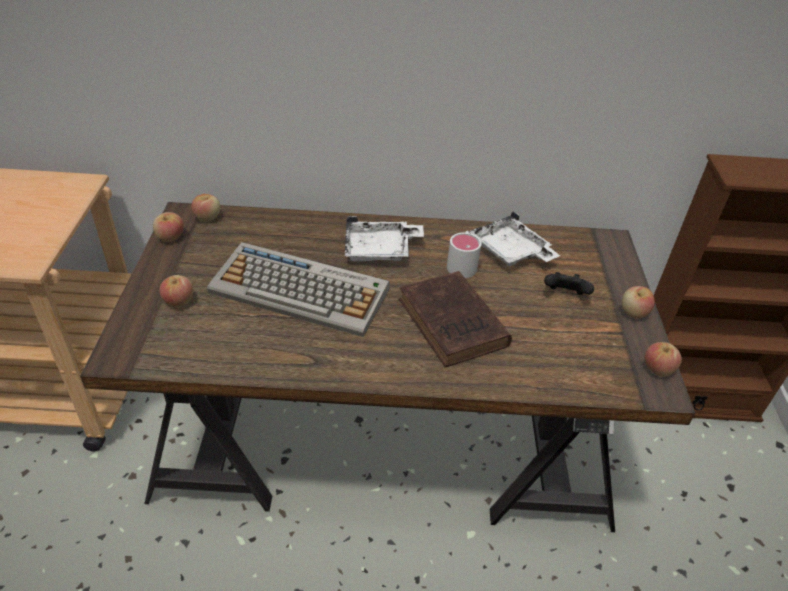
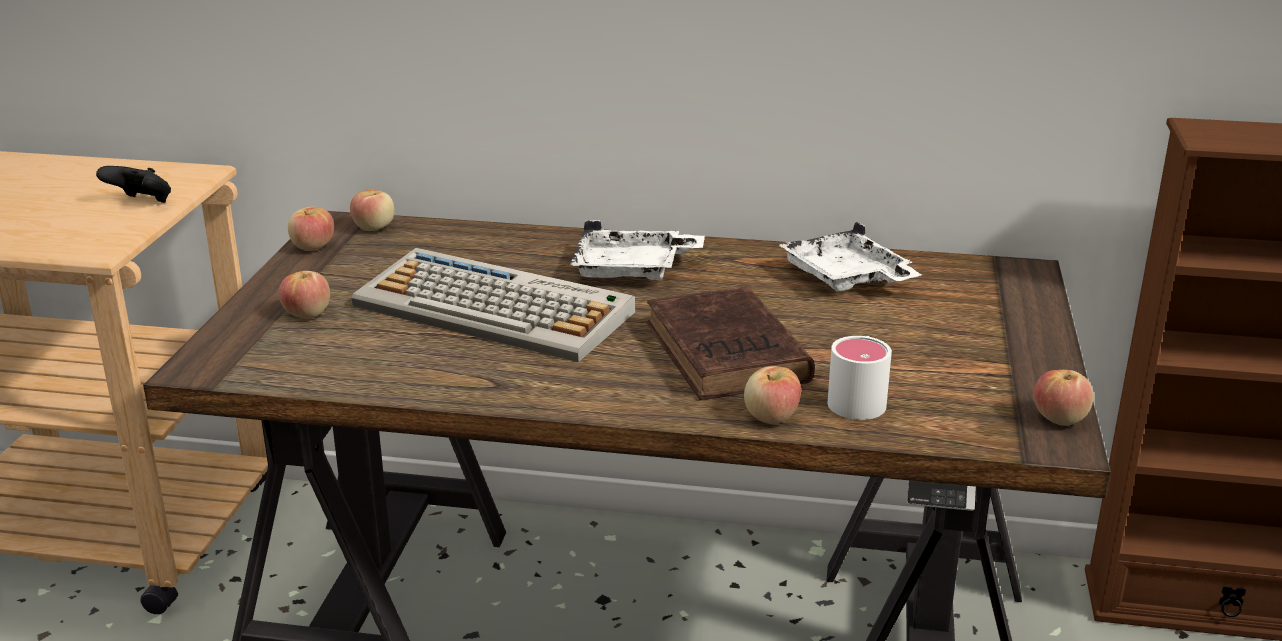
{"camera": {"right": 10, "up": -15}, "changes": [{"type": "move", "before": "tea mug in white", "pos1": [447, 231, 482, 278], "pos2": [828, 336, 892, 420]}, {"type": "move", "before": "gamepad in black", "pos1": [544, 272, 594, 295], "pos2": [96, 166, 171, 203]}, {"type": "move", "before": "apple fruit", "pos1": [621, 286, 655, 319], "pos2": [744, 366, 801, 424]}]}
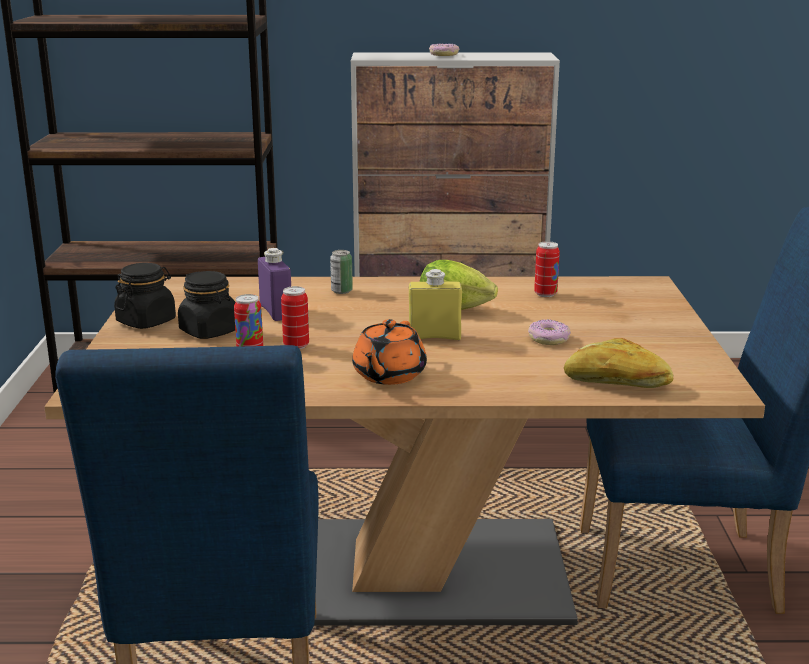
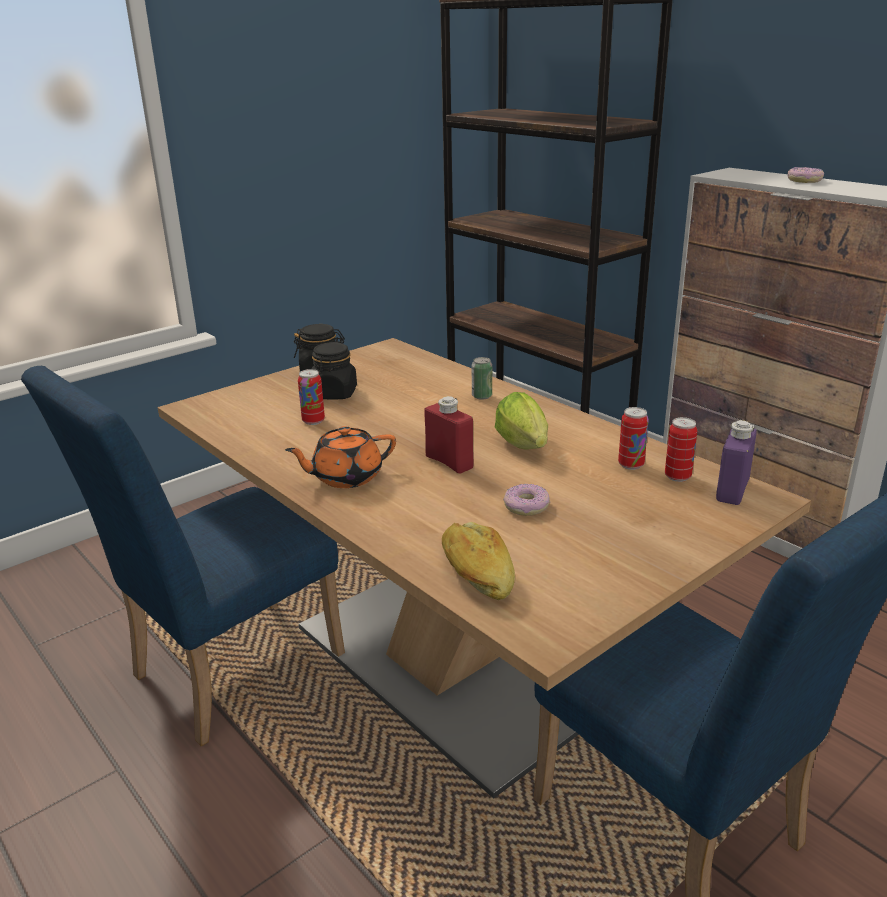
{"camera": {"right": 50, "up": 5}, "changes": [{"type": "move", "before": "bottle in purple-coloured", "pos1": [258, 248, 291, 321], "pos2": [716, 420, 757, 505]}, {"type": "move", "before": "sealed can", "pos1": [281, 286, 309, 349], "pos2": [665, 417, 697, 482]}, {"type": "recolor", "before": "bottle in yellow-coloured", "after": "bottle in reddish", "pos1": [409, 269, 462, 340], "pos2": [424, 396, 473, 474]}]}
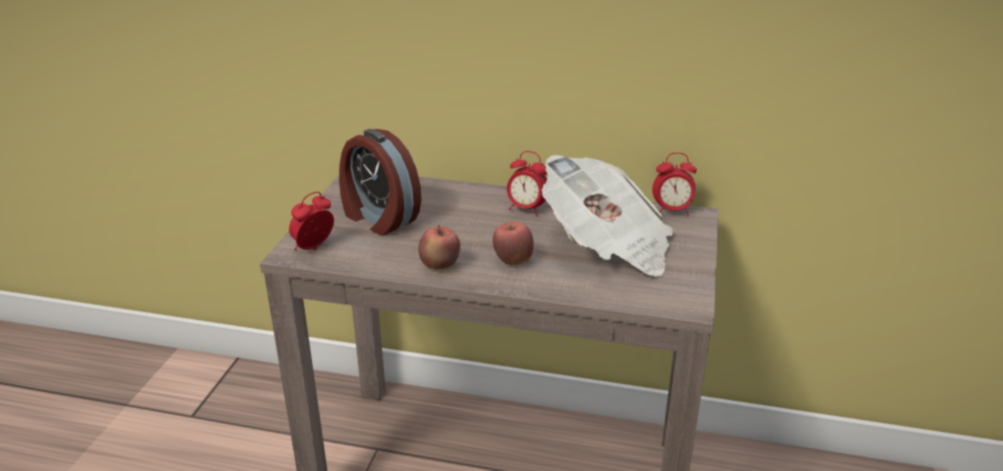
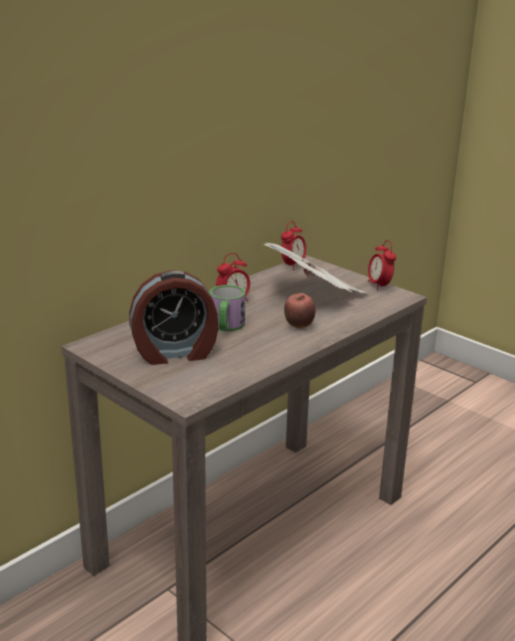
{"camera": {"right": -60, "up": -5}, "changes": [{"type": "delete", "before": "apple fruit", "pos1": [418, 225, 460, 269]}, {"type": "insert", "after": "tea mug", "pos2": [210, 285, 245, 331]}, {"type": "move", "before": "table clock", "pos1": [289, 192, 334, 250], "pos2": [368, 240, 396, 291]}]}
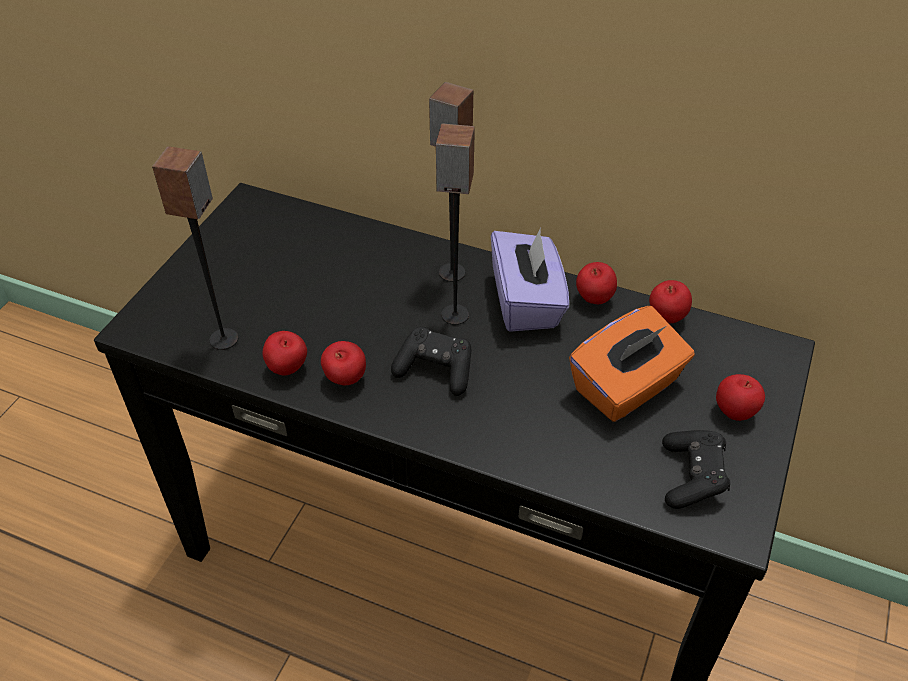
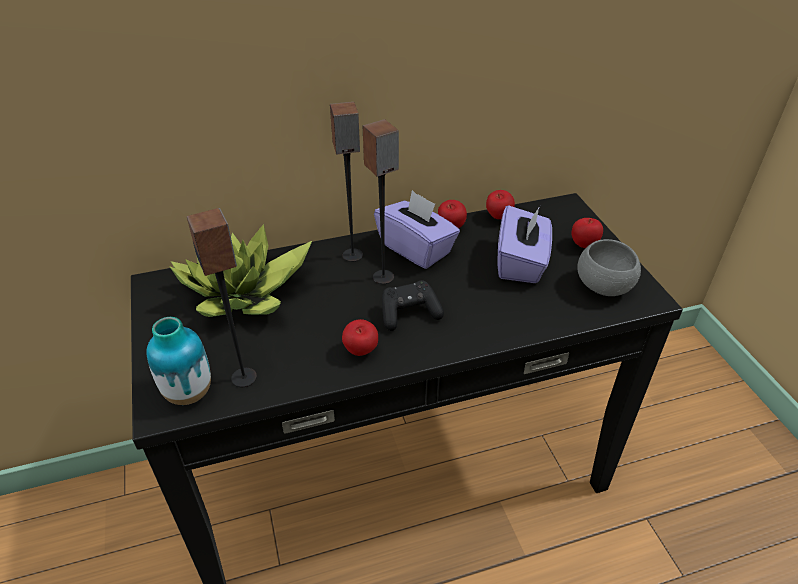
{"camera": {"right": -40, "up": -5}, "changes": [{"type": "delete", "before": "apple fruit", "pos1": [263, 331, 307, 376]}, {"type": "insert", "after": "flower vase", "pos2": [146, 317, 211, 405]}, {"type": "insert", "after": "plant in a pot", "pos2": [169, 224, 312, 317]}, {"type": "replace", "before": "gamepad in black", "after": "deep dish in grey", "pos1": [662, 430, 730, 509], "pos2": [577, 239, 641, 296]}, {"type": "recolor", "before": "tissue holder in orange-coloured", "after": "tissue holder in purple-coloured", "pos1": [569, 306, 695, 422], "pos2": [498, 205, 552, 283]}]}
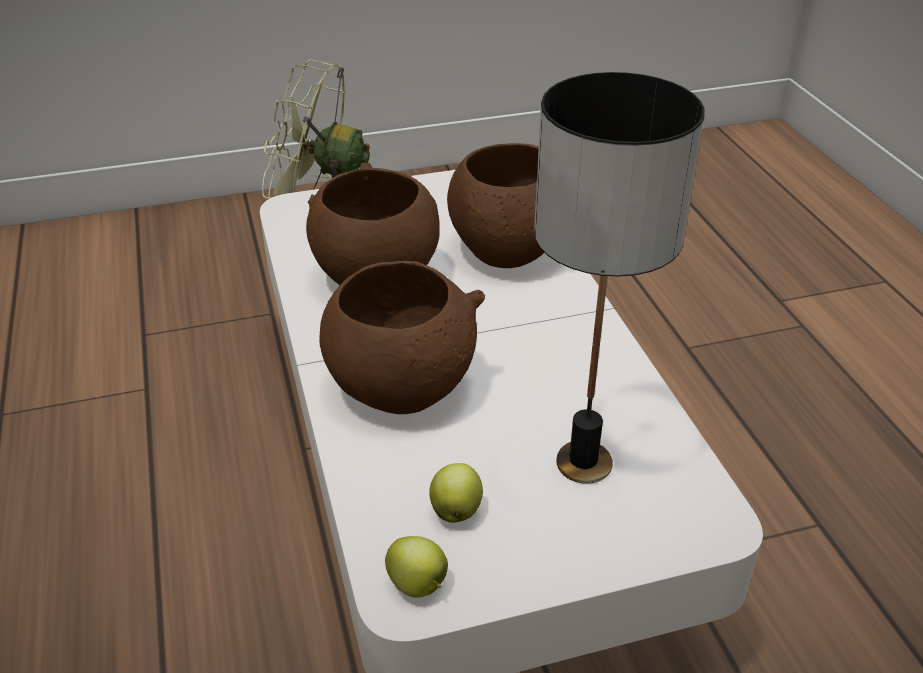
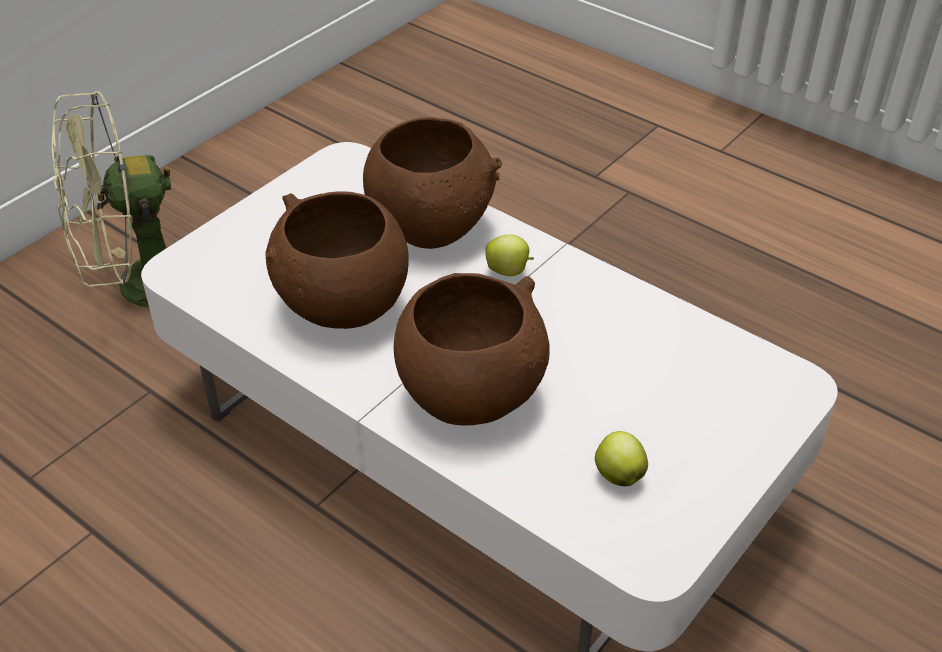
{"camera": {"right": -35, "up": 5}, "changes": [{"type": "delete", "before": "table lamp", "pos1": [534, 72, 705, 484]}, {"type": "move", "before": "apple fruit", "pos1": [385, 536, 448, 598], "pos2": [485, 234, 534, 276]}]}
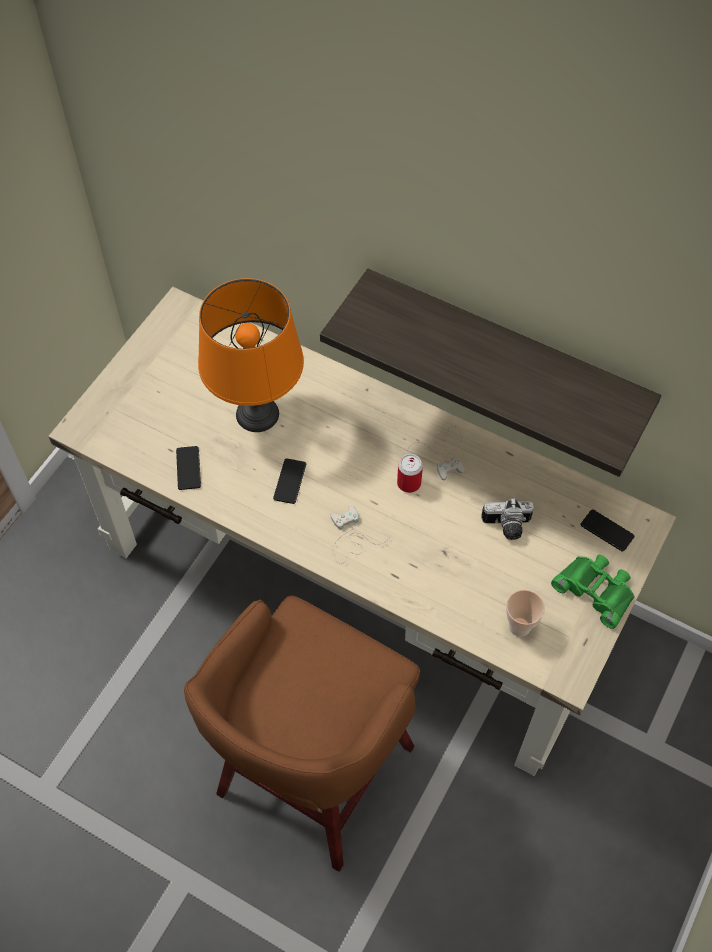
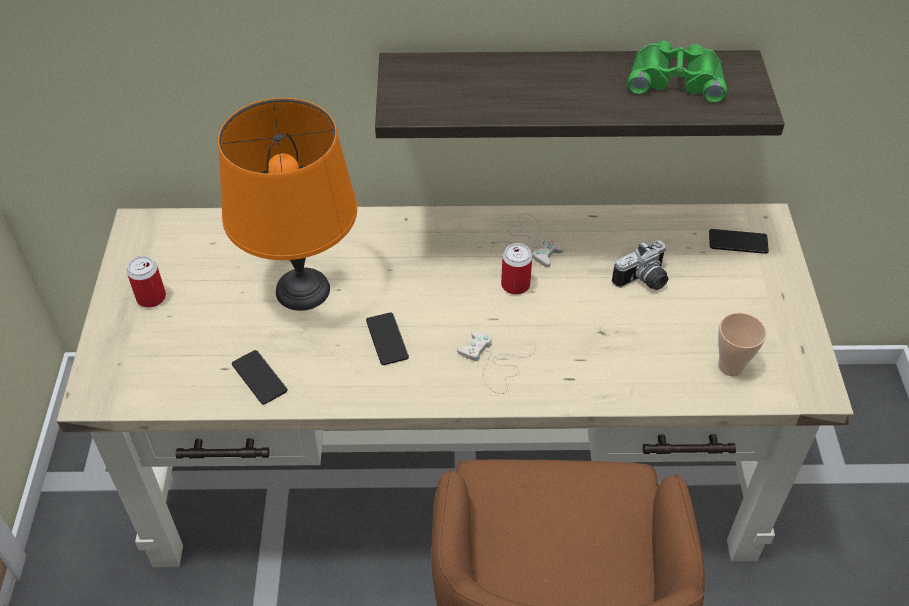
{"camera": {"right": -30, "up": -10}, "changes": [{"type": "insert", "after": "sealed can", "pos2": [127, 256, 166, 308]}, {"type": "move", "before": "field glasses in green", "pos1": [551, 555, 635, 629], "pos2": [627, 41, 727, 103]}]}
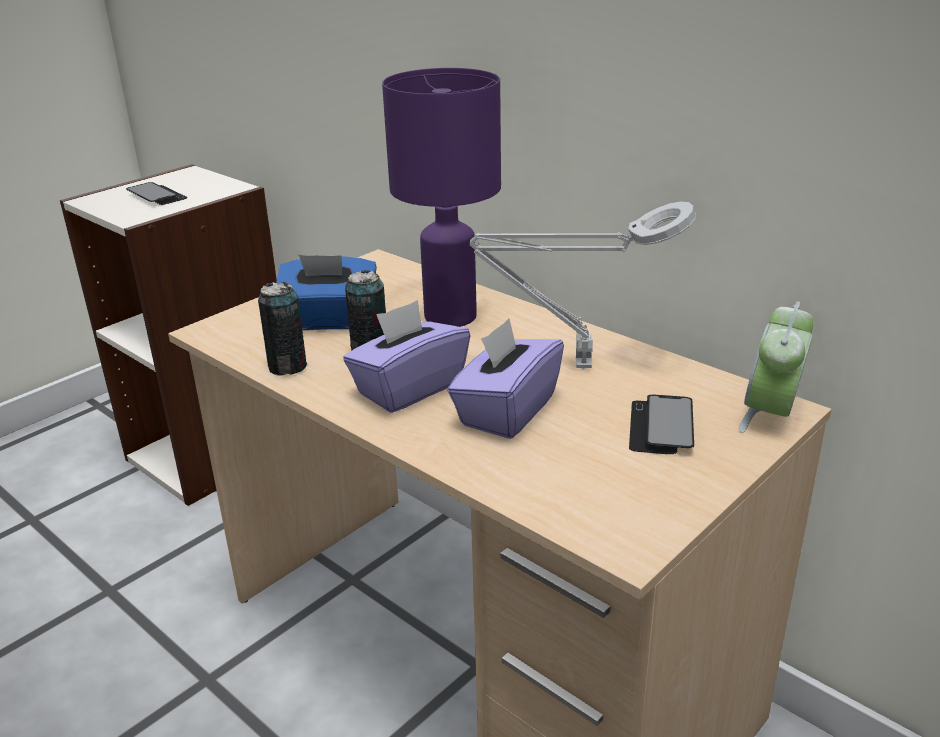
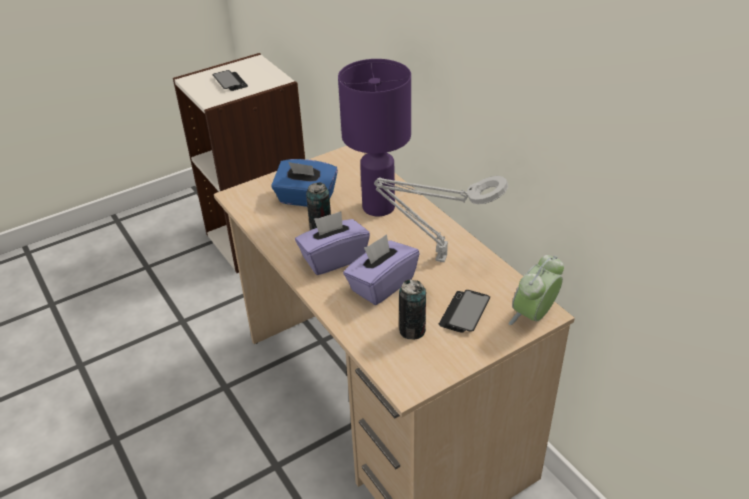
{"camera": {"right": 15, "up": 10}, "changes": [{"type": "move", "before": "sealed can", "pos1": [258, 282, 307, 376], "pos2": [399, 279, 426, 340]}]}
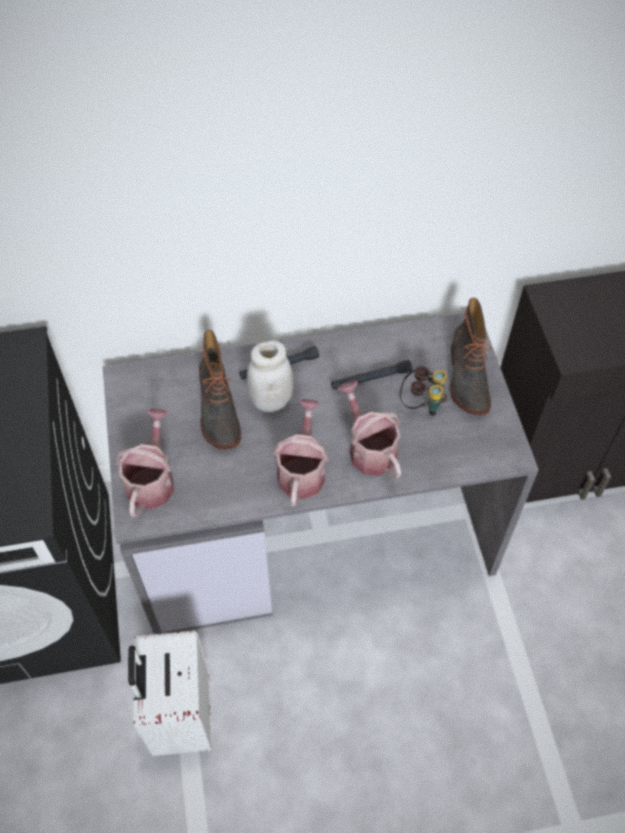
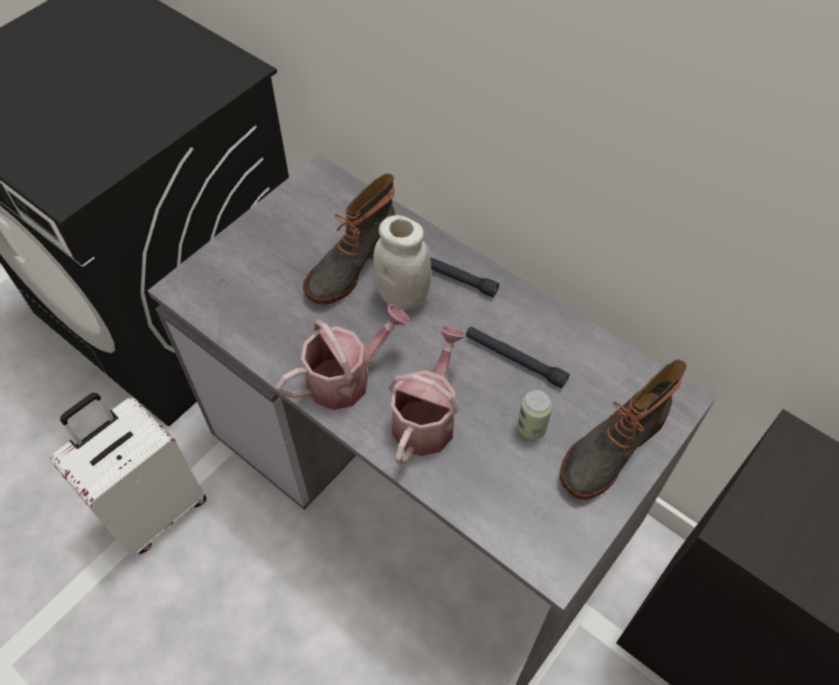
{"camera": {"right": 50, "up": 0}, "changes": [{"type": "delete", "before": "sprinkling can", "pos1": [116, 409, 174, 517]}, {"type": "replace", "before": "field glasses", "after": "sealed can", "pos1": [400, 366, 448, 416], "pos2": [517, 389, 553, 440]}]}
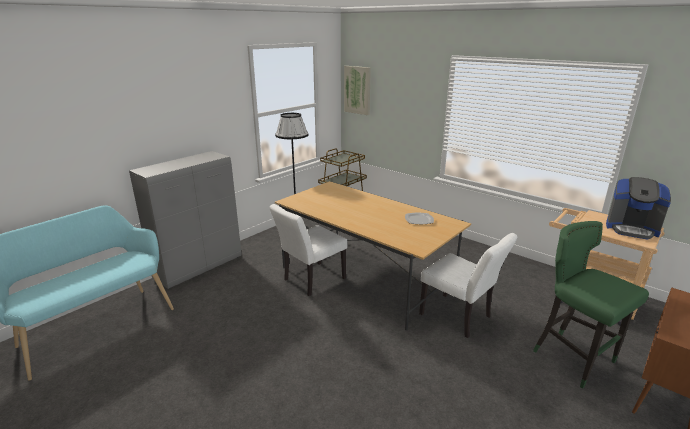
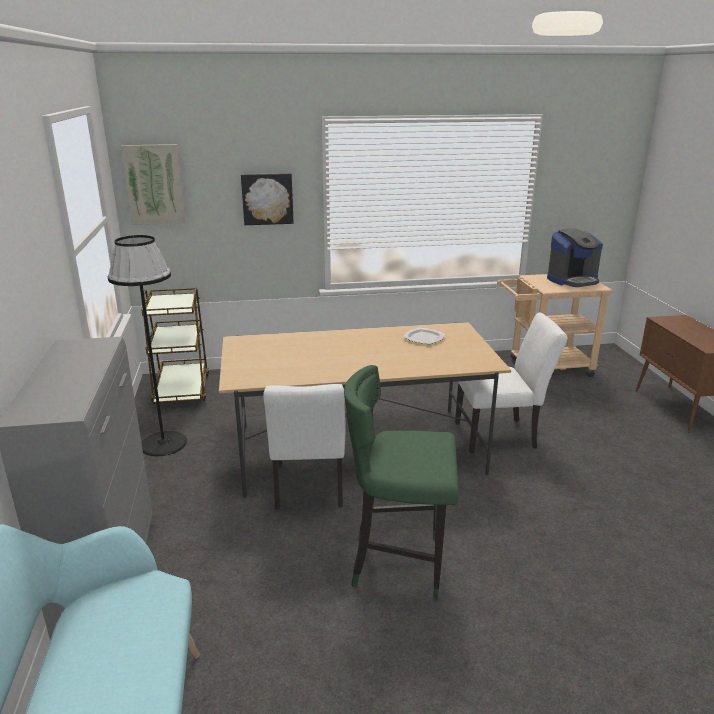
{"camera": {"right": -50, "up": 0}, "changes": [{"type": "insert", "after": "picture", "pos2": [241, 173, 294, 225]}, {"type": "move", "before": "stool in green", "pos1": [533, 221, 649, 389], "pos2": [344, 365, 459, 601]}]}
